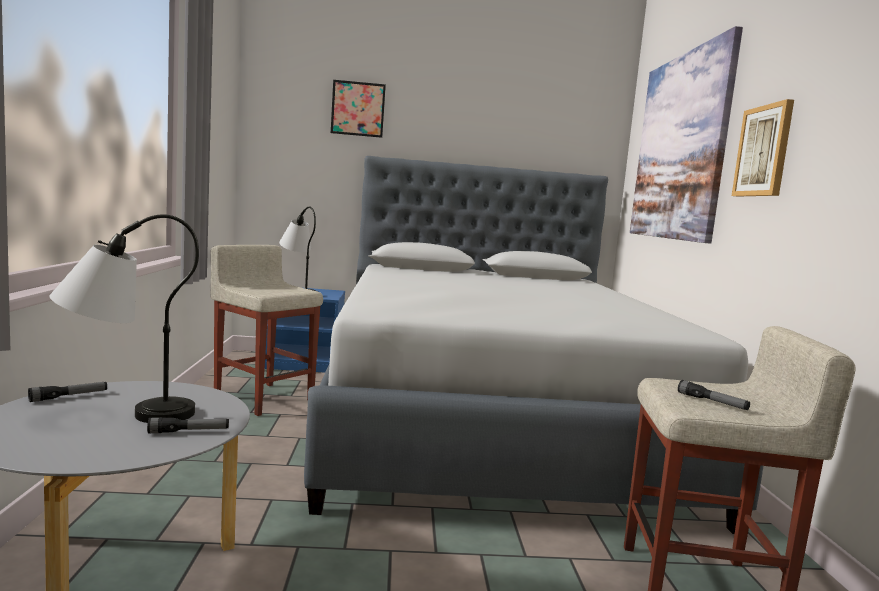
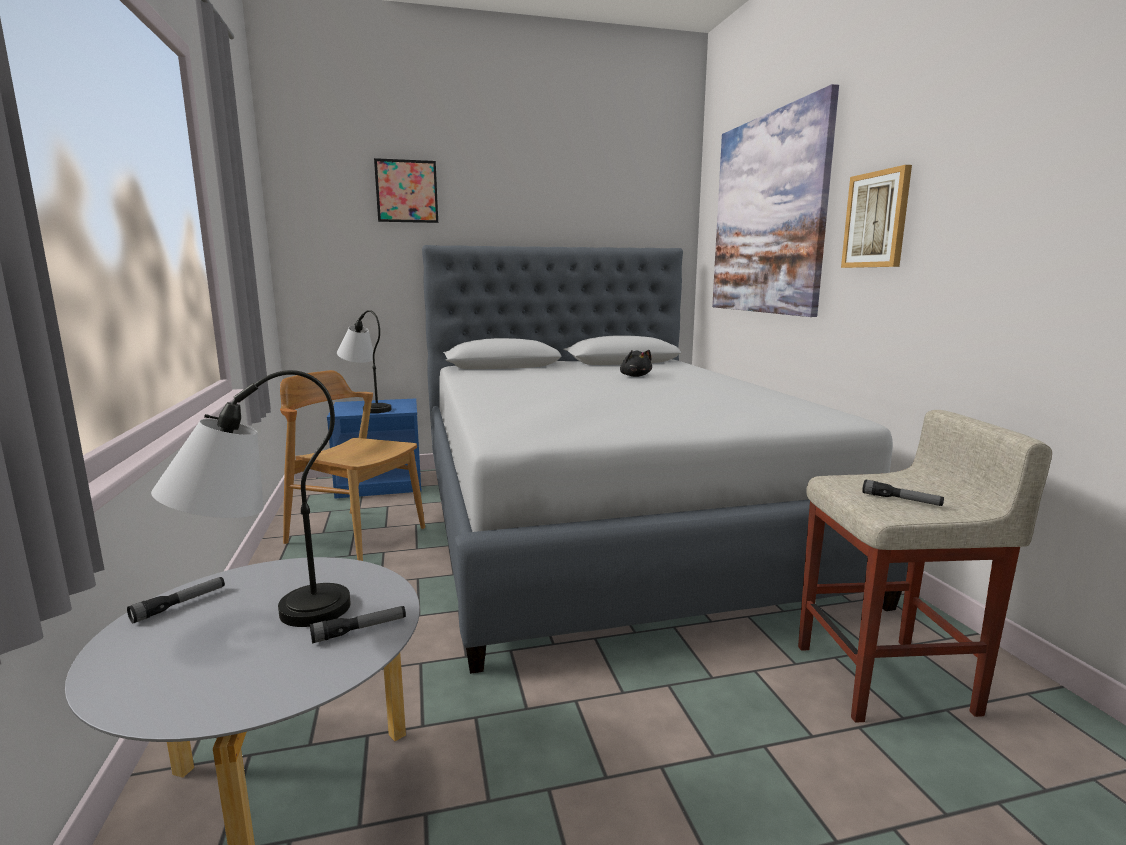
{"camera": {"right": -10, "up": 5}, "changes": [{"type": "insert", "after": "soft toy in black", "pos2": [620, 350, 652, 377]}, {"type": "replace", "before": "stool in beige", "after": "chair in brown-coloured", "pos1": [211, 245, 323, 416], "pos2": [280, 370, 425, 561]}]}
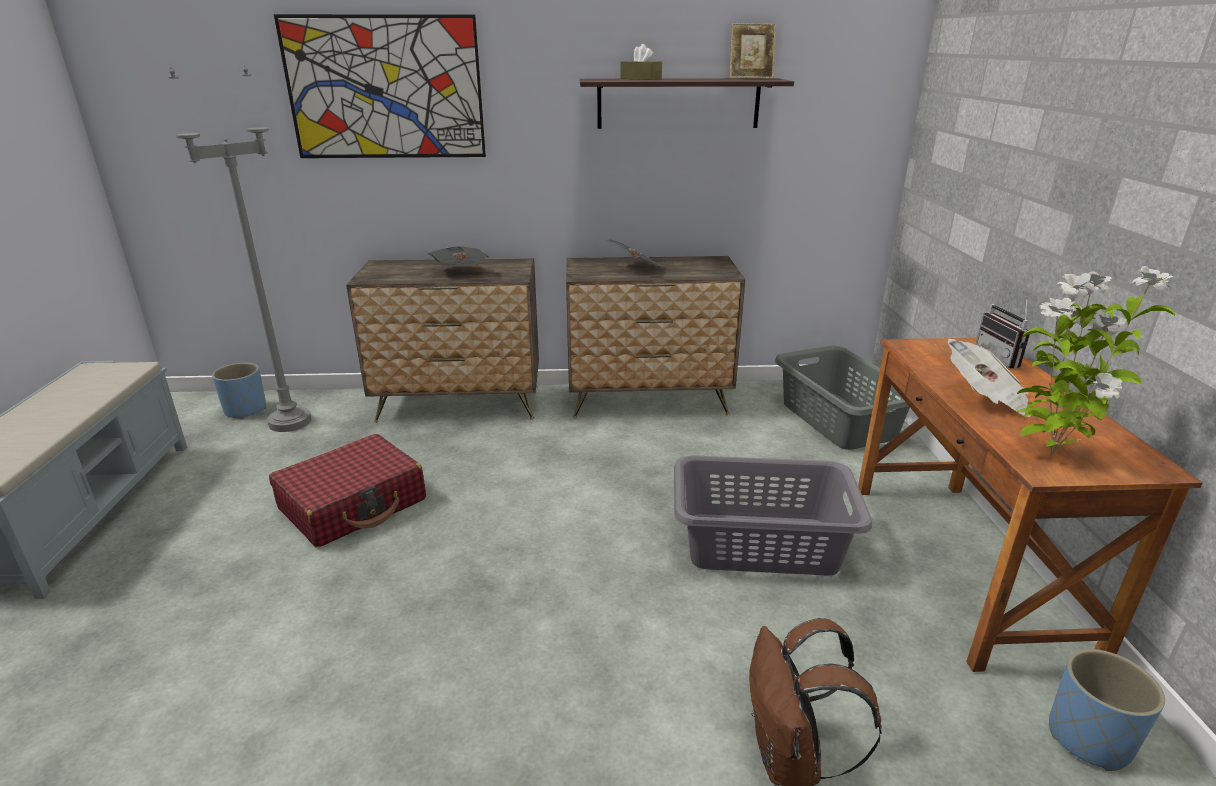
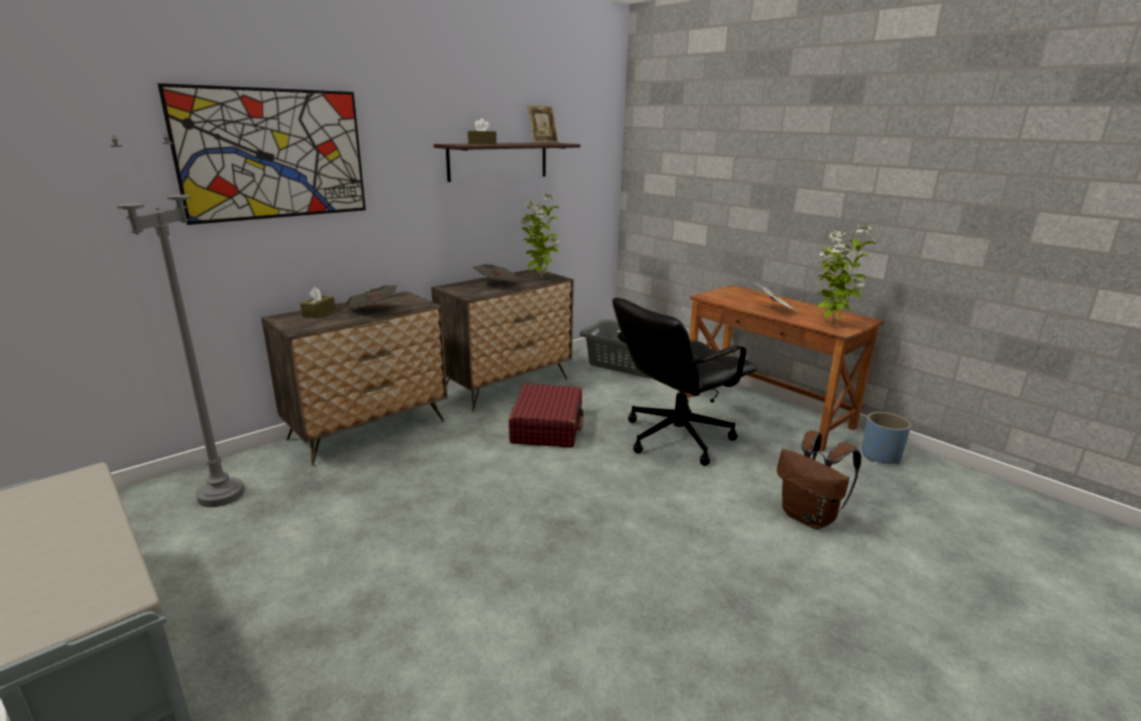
{"camera": {"right": -40, "up": -5}, "changes": [{"type": "delete", "before": "plant pot in blue-coloured", "pos1": [212, 362, 266, 419]}, {"type": "delete", "before": "radio receiver", "pos1": [976, 296, 1030, 369]}, {"type": "insert", "after": "tissue holder in brown-coloured", "pos2": [300, 287, 335, 318]}, {"type": "insert", "after": "plant in a pot", "pos2": [519, 193, 559, 279]}, {"type": "move", "before": "piece of luggage in reddish", "pos1": [269, 434, 426, 548], "pos2": [509, 384, 584, 448]}, {"type": "replace", "before": "laundry basket in grey", "after": "office chair in black", "pos1": [674, 455, 872, 576], "pos2": [612, 298, 757, 466]}]}
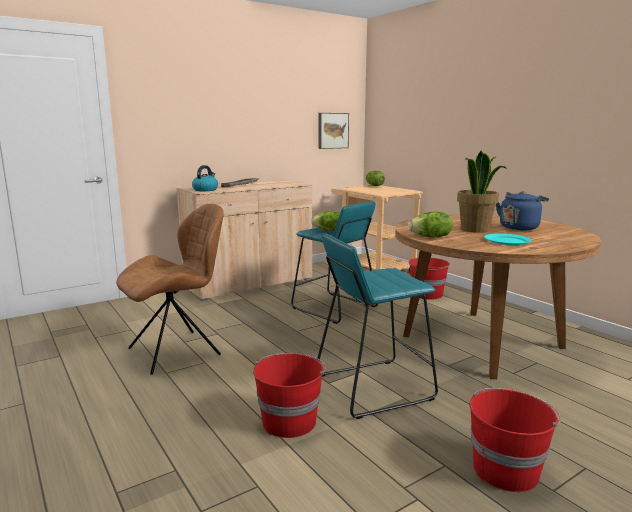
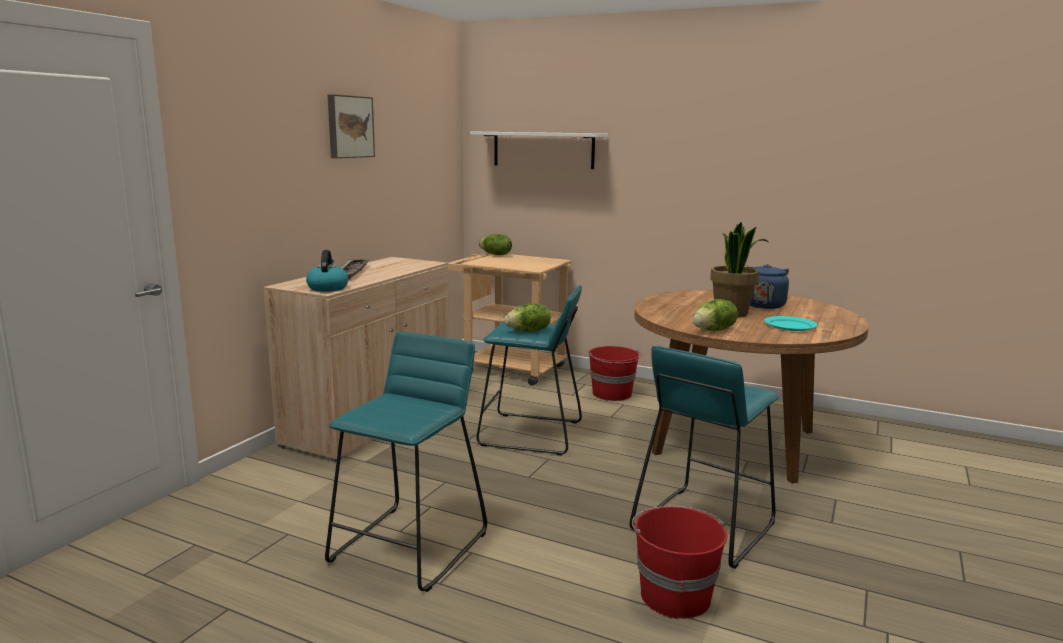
{"camera": {"right": -30, "up": 0}, "changes": [{"type": "delete", "before": "bucket in reddish", "pos1": [469, 388, 561, 492]}, {"type": "insert", "after": "bracket shelf in white", "pos2": [470, 131, 608, 169]}, {"type": "move", "before": "picture", "pos1": [319, 113, 349, 149], "pos2": [328, 94, 375, 158]}, {"type": "replace", "before": "chair in brown-coloured", "after": "stool in blue-green", "pos1": [116, 204, 224, 375], "pos2": [325, 332, 487, 592]}]}
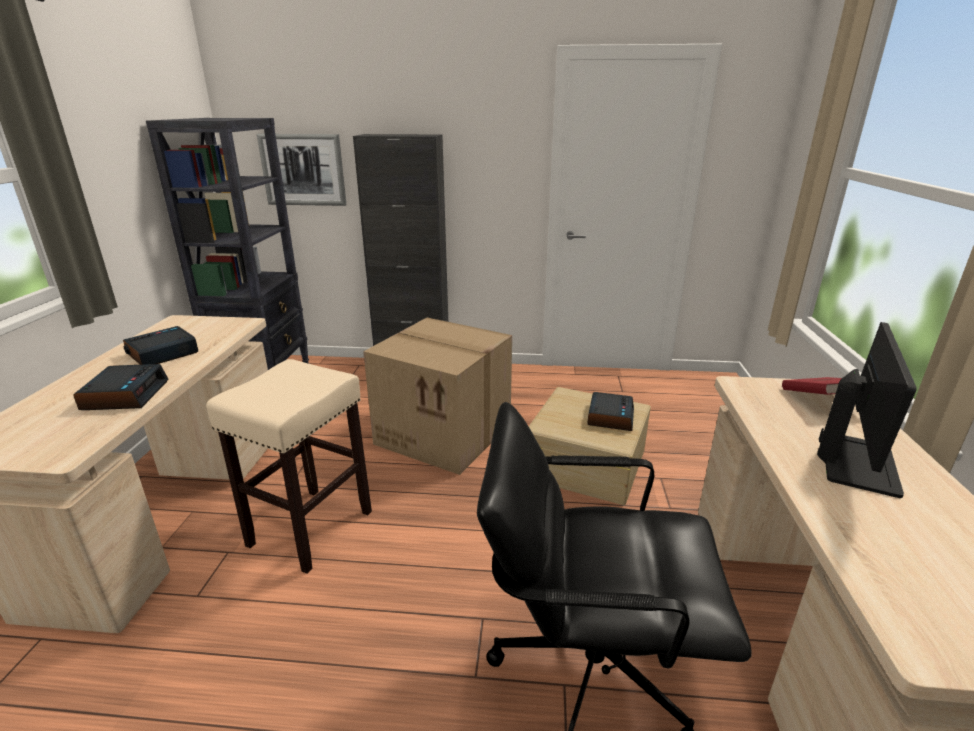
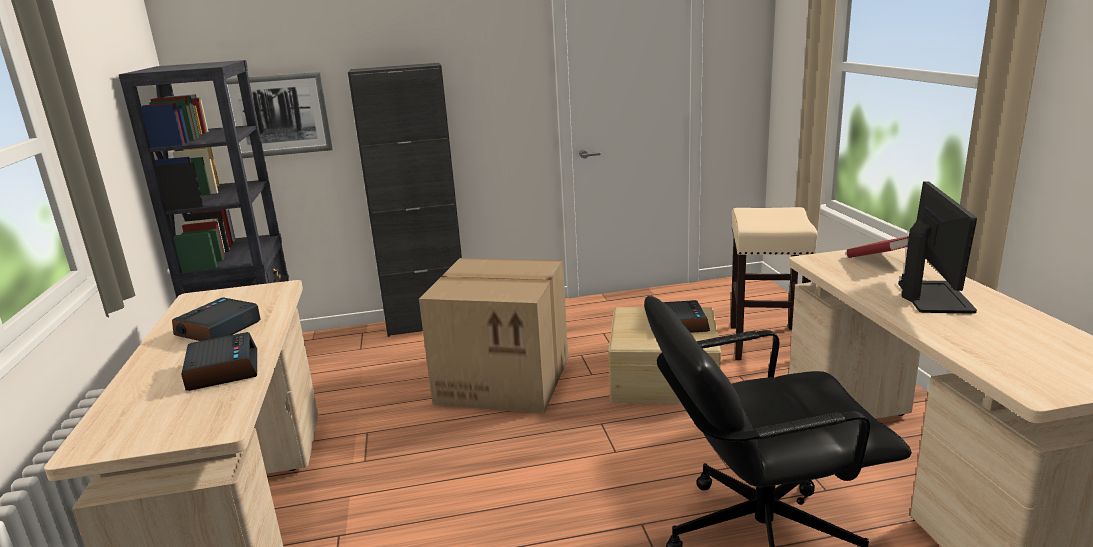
{"camera": {"right": -15, "up": -5}, "changes": [{"type": "move", "before": "stool in beige", "pos1": [206, 359, 372, 574], "pos2": [731, 207, 817, 360]}]}
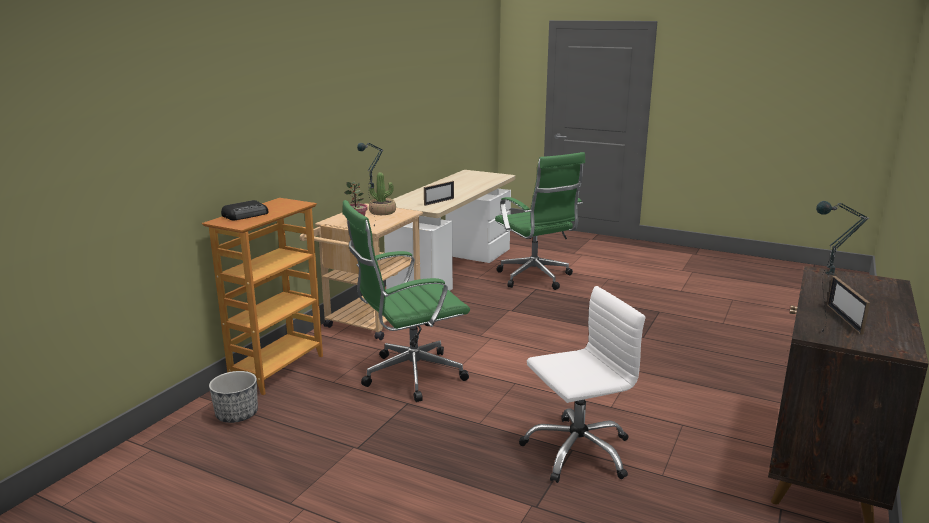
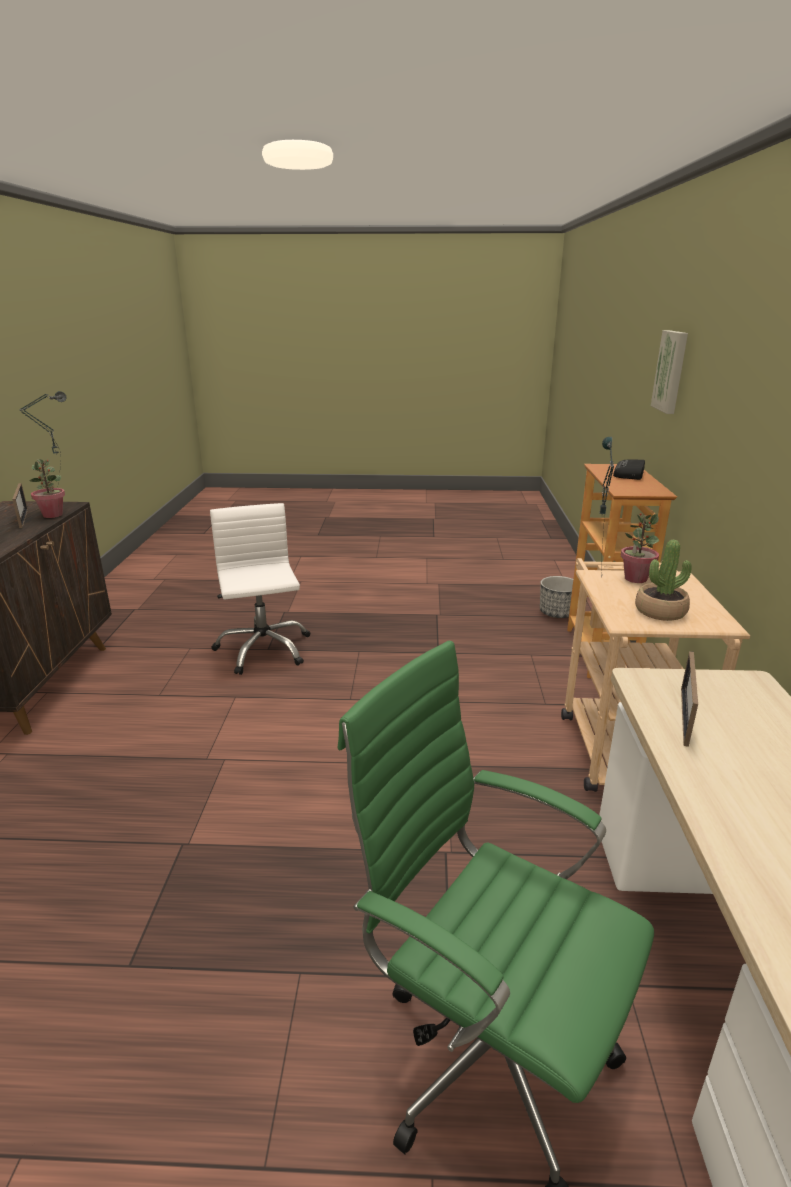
{"camera": {"right": 155, "up": 5}, "changes": [{"type": "delete", "before": "office chair in green", "pos1": [342, 200, 470, 402]}, {"type": "insert", "after": "plant in a pot", "pos2": [30, 459, 65, 518]}, {"type": "insert", "after": "picture", "pos2": [651, 330, 688, 414]}, {"type": "rotate", "before": "office chair in white", "pos1": [519, 286, 645, 483], "pos2": [210, 503, 310, 675], "turn": 120}]}
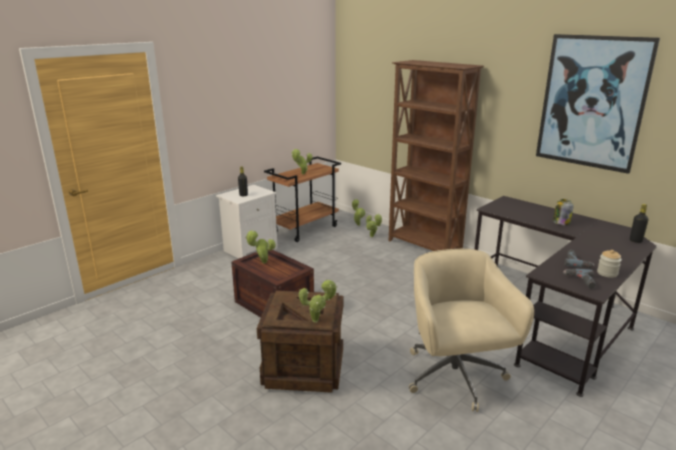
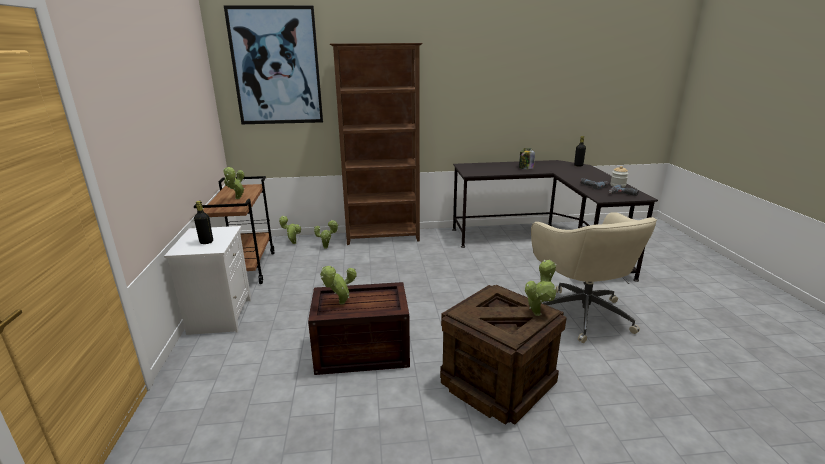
{"camera": {"right": -50, "up": 0}, "changes": [{"type": "move", "before": "picture", "pos1": [536, 34, 660, 174], "pos2": [224, 5, 323, 124]}, {"type": "rotate", "before": "office chair in beige", "pos1": [409, 249, 534, 412], "pos2": [531, 212, 657, 343], "turn": -135}]}
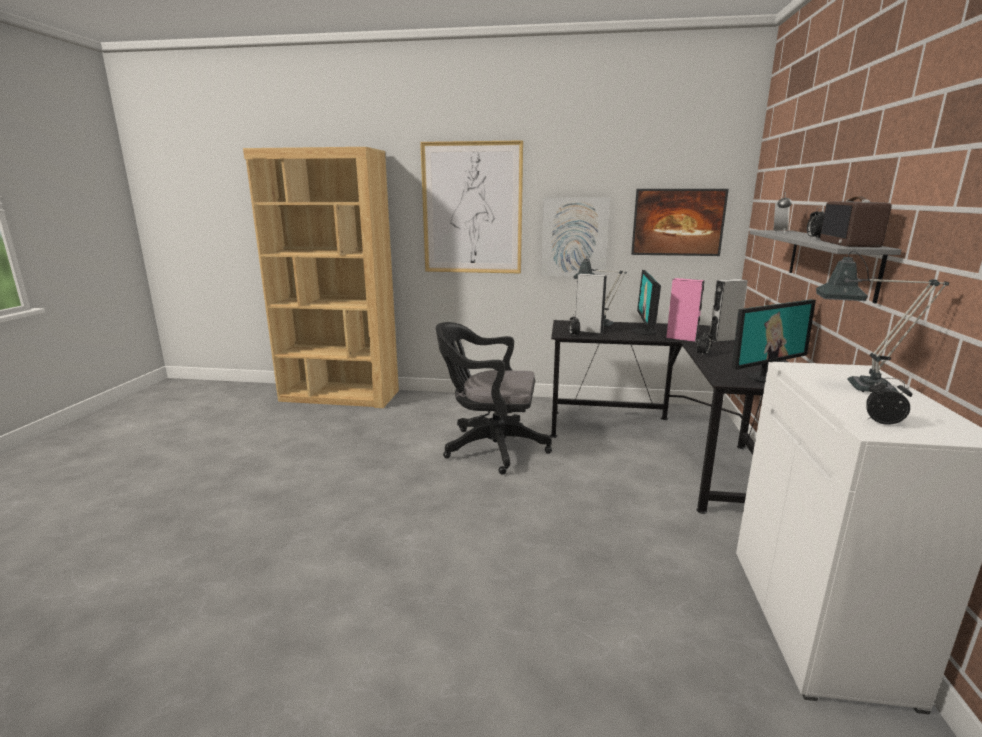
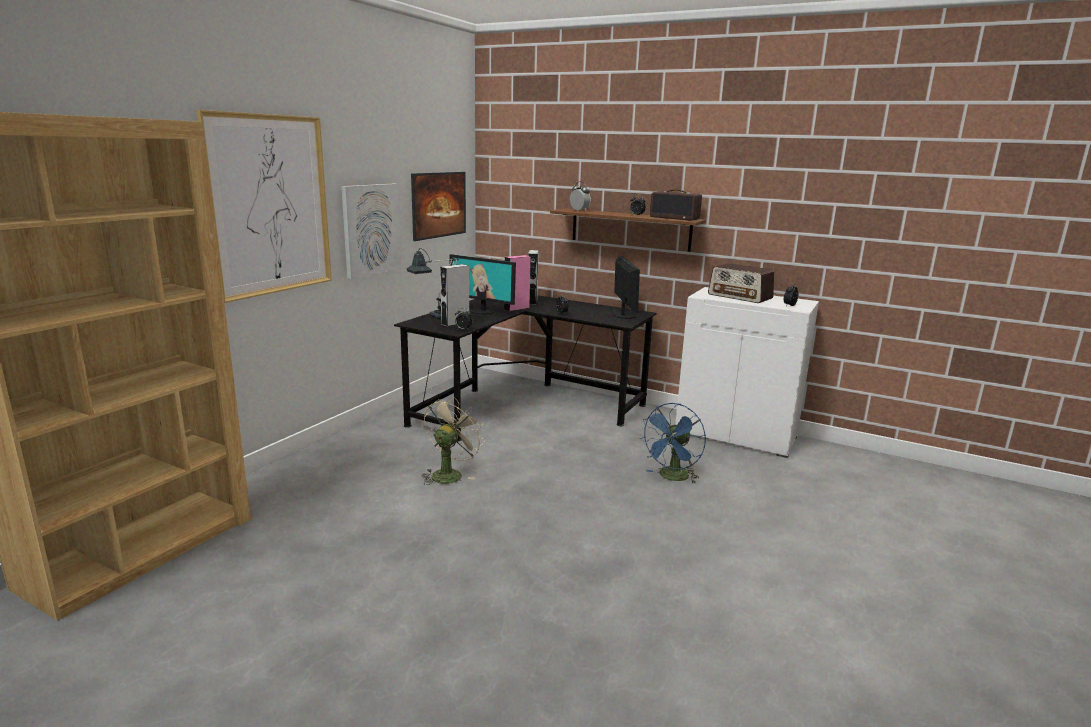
{"camera": {"right": -70, "up": 0}, "changes": [{"type": "insert", "after": "fan in blue-coloured", "pos2": [639, 403, 706, 484]}, {"type": "replace", "before": "office chair in black", "after": "fan in beige", "pos1": [436, 322, 552, 475], "pos2": [421, 397, 485, 485]}, {"type": "replace", "before": "table lamp", "after": "radio receiver", "pos1": [816, 251, 949, 392], "pos2": [708, 263, 774, 303]}, {"type": "recolor", "before": "bracket shelf in grey", "after": "bracket shelf in brown-coloured", "pos1": [749, 230, 901, 304], "pos2": [550, 208, 706, 252]}]}
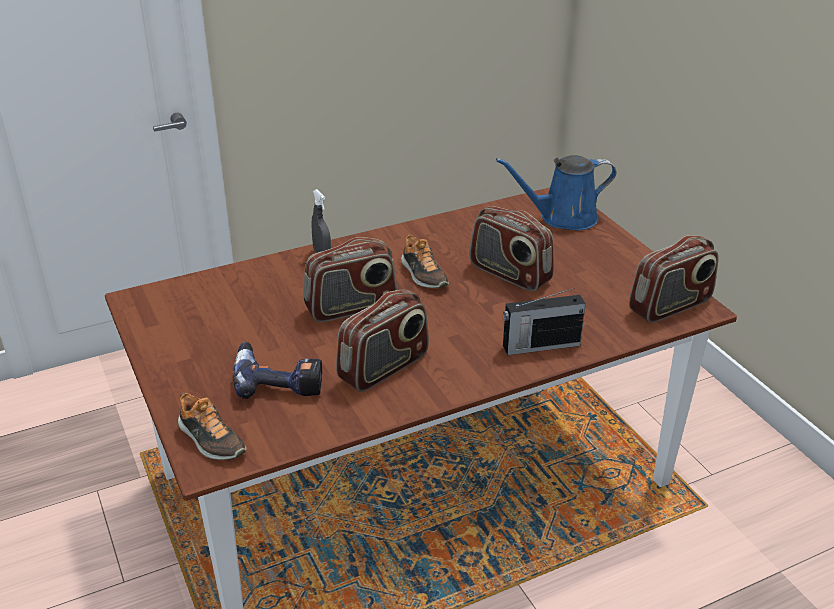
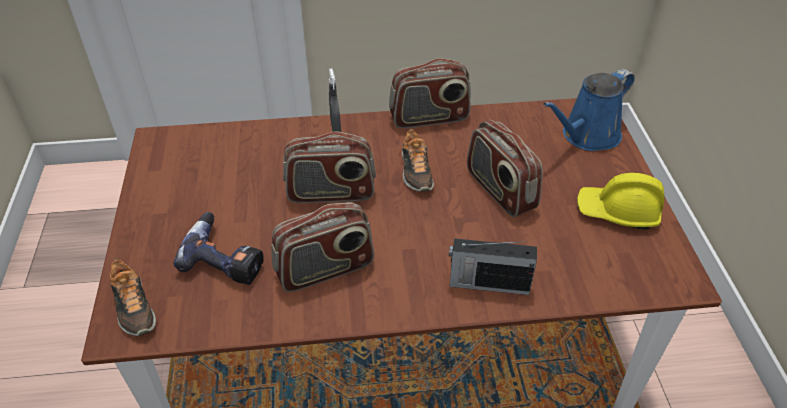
{"camera": {"right": 20, "up": 10}, "changes": [{"type": "insert", "after": "hard hat in yellow-coloured", "pos2": [577, 173, 664, 230]}, {"type": "move", "before": "radio receiver", "pos1": [629, 235, 719, 323], "pos2": [389, 58, 471, 128]}, {"type": "rotate", "before": "sprinkling can in blue-coloured", "pos1": [496, 155, 616, 230], "pos2": [543, 69, 635, 151], "turn": -45}]}
